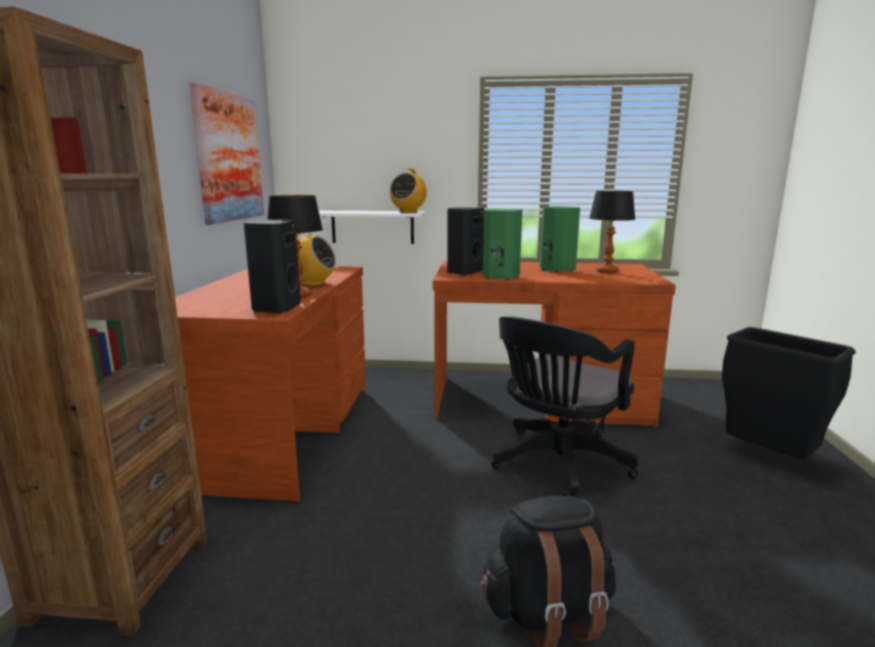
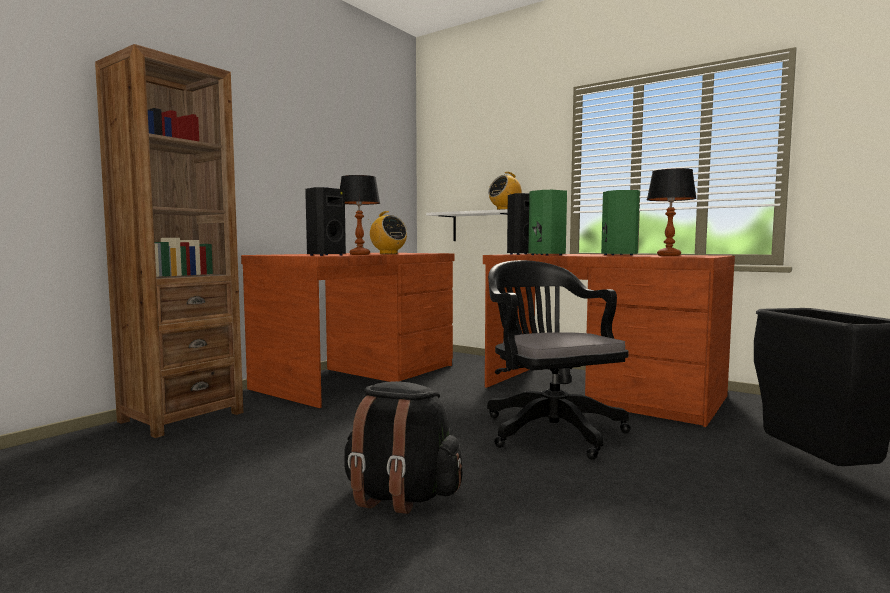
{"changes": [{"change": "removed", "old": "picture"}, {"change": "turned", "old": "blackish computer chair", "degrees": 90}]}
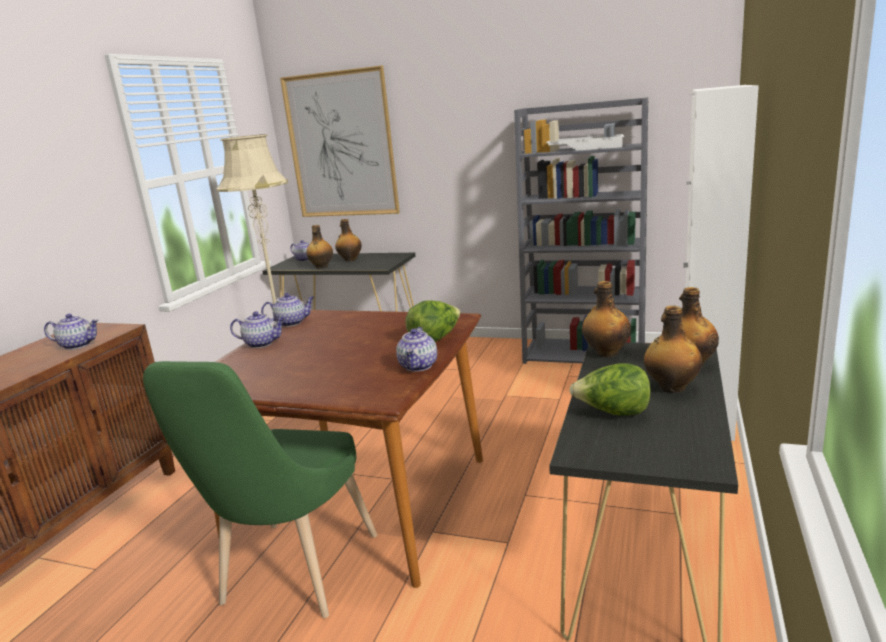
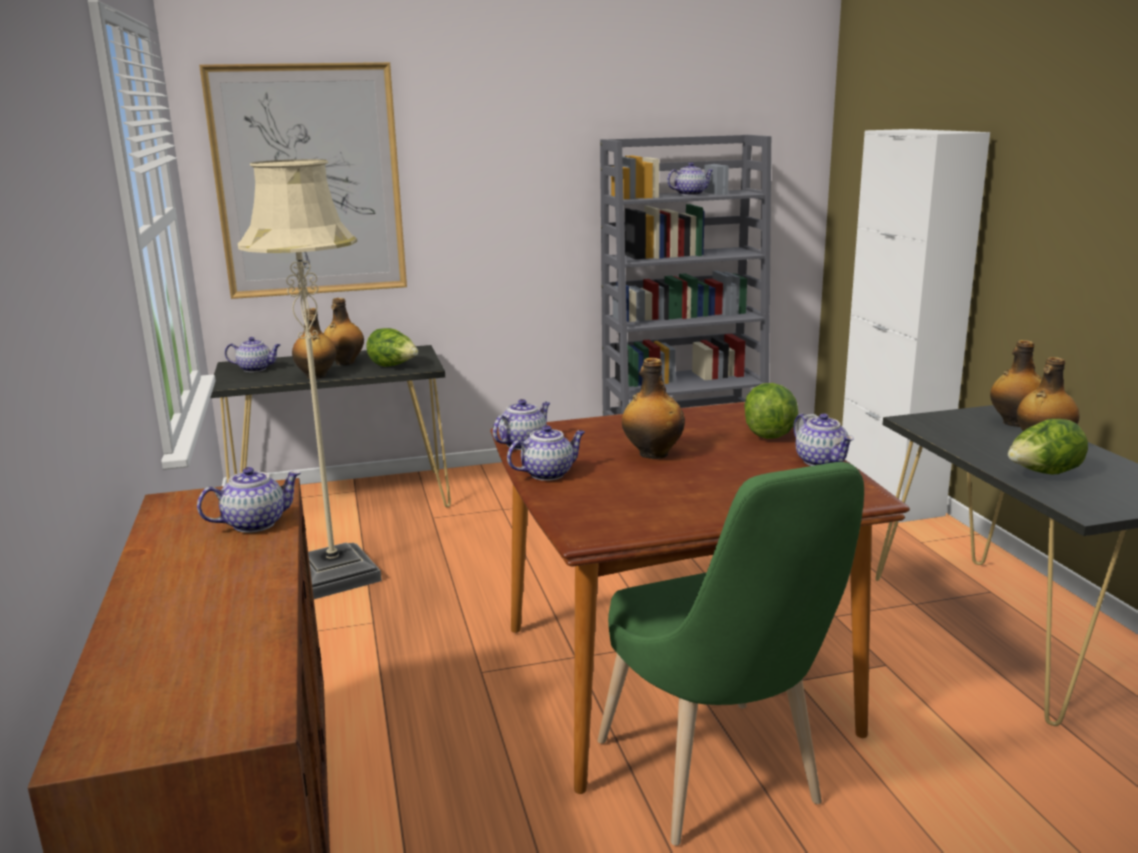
{"changes": [{"change": "replaced", "old": "white serving tray", "new": "teapot (5th from left)"}, {"change": "moved", "old": "bottle (3rd from left)"}, {"change": "added", "new": "lettuce head (1st from left)"}]}
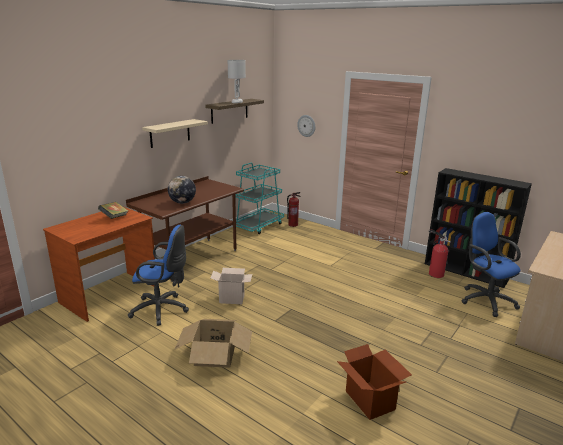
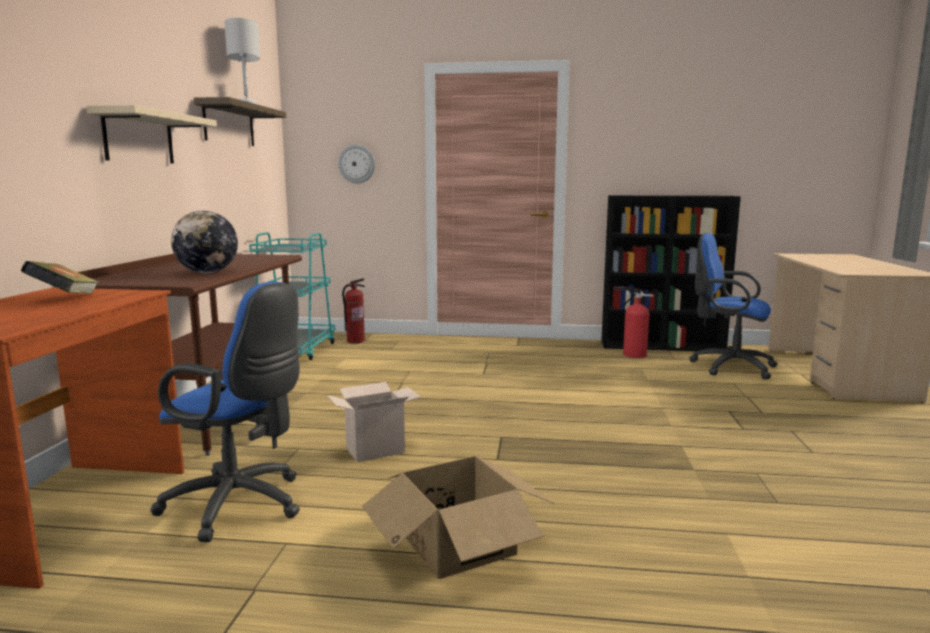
{"changes": [{"change": "turned", "old": "bluish computer chair (1st from left)", "degrees": 45}, {"change": "removed", "old": "cardboard box (3rd from left)"}]}
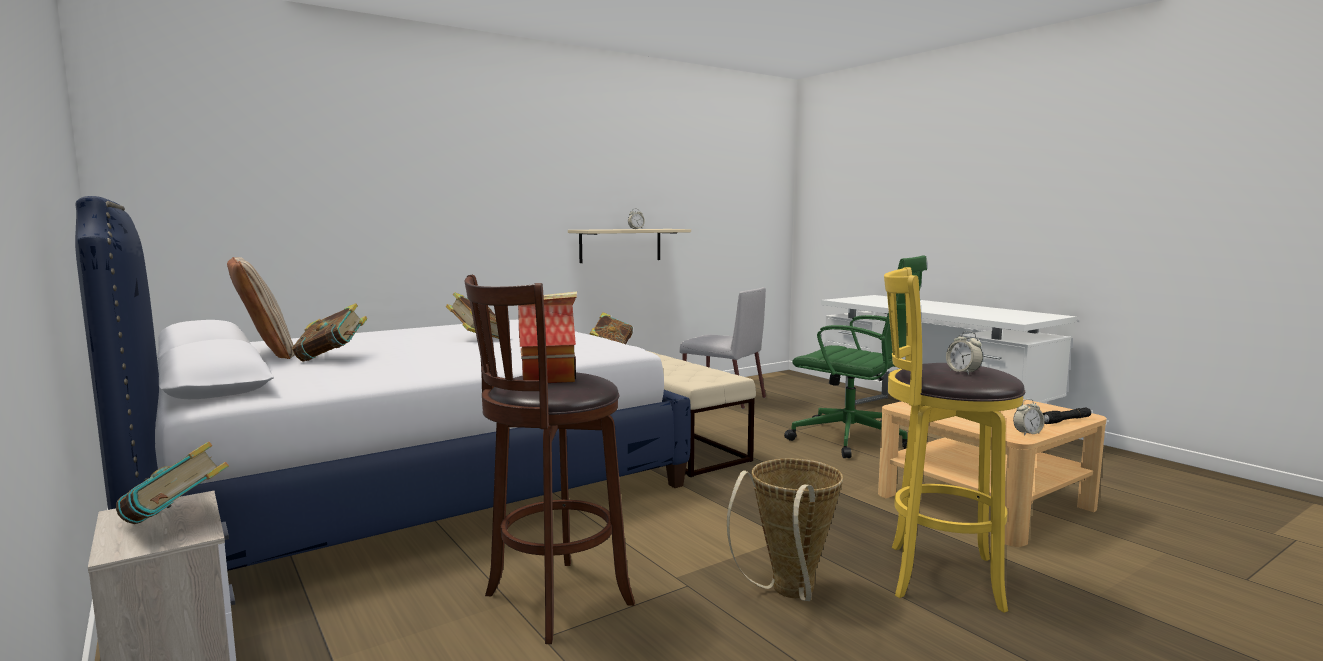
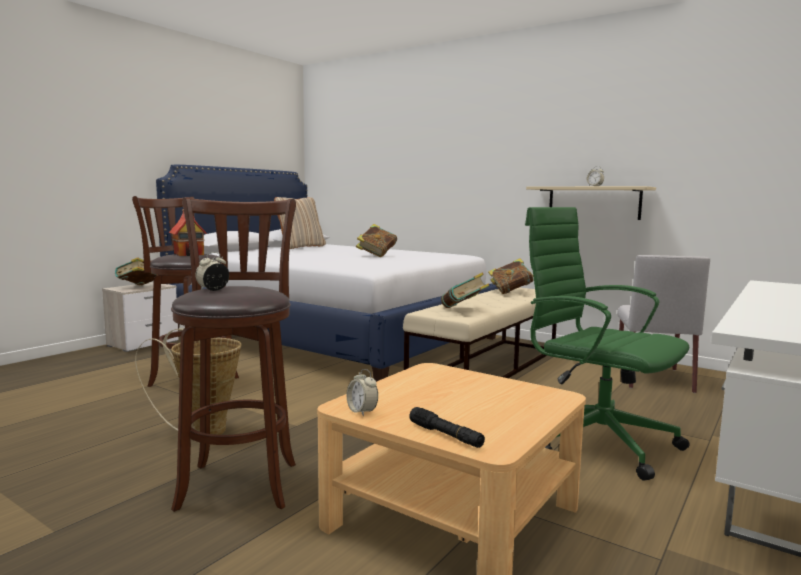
{"changes": [{"change": "moved", "old": "volume (2nd from left in the first image)", "new": "volume (3rd from left)"}, {"change": "turned", "old": "green computer chair", "degrees": 120}, {"change": "recoloured", "old": "yellow-coloured stool", "new": "brown stool (2nd from left)"}]}
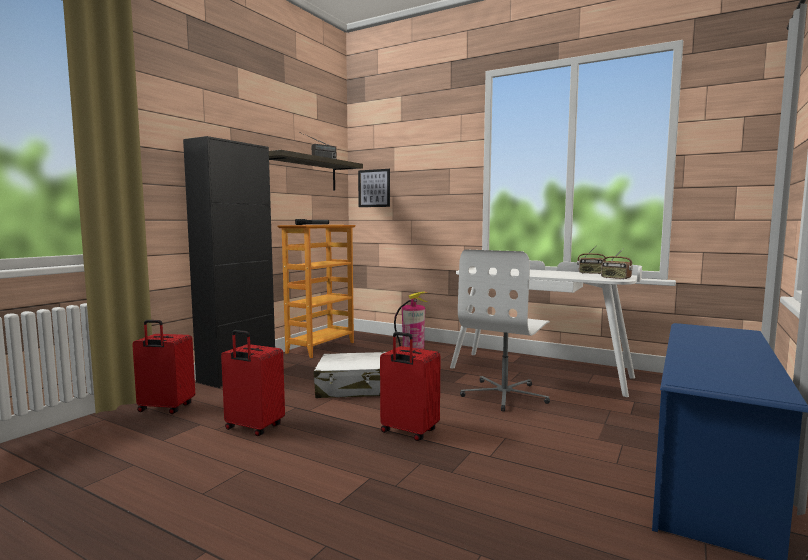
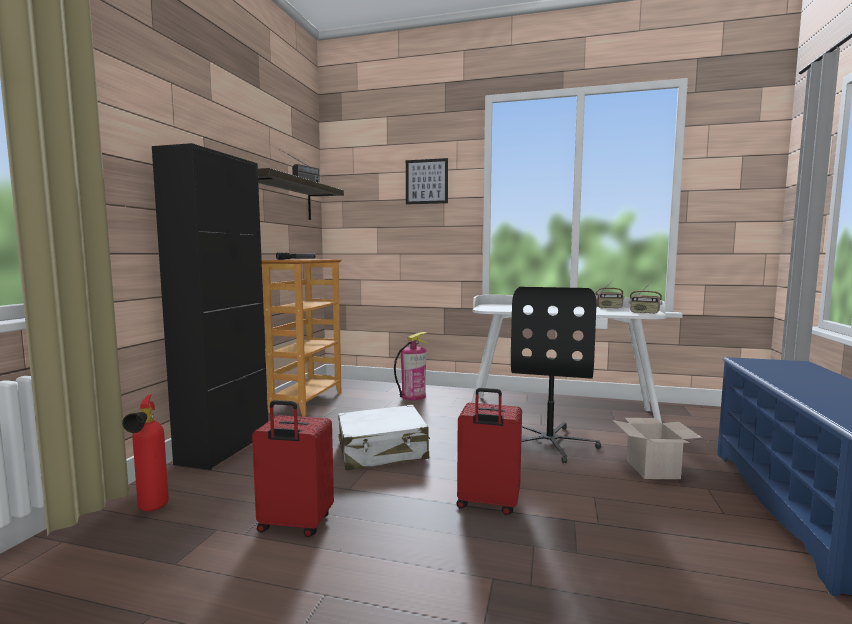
{"changes": [{"change": "replaced", "old": "red travel case (1st from left)", "new": "fire-fighting cylinder (1st from left)"}, {"change": "moved", "old": "picture"}, {"change": "recoloured", "old": "white computer chair", "new": "blackish computer chair"}, {"change": "added", "new": "cardboard box"}]}
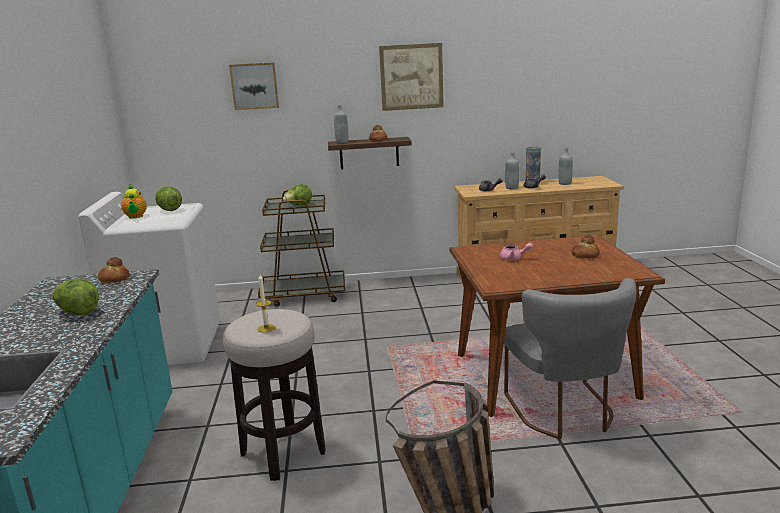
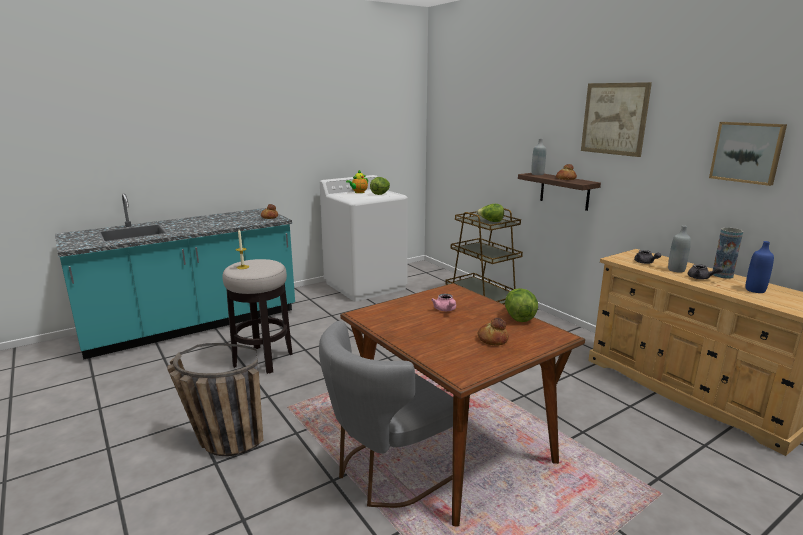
{"changes": [{"change": "moved", "old": "lettuce head (1st from left in the first image)", "new": "lettuce head (3rd from left)"}, {"change": "moved", "old": "picture (1st from left in the first image)", "new": "picture (2nd from left)"}, {"change": "recoloured", "old": "greyish bottle (3rd from left)", "new": "bluish bottle"}]}
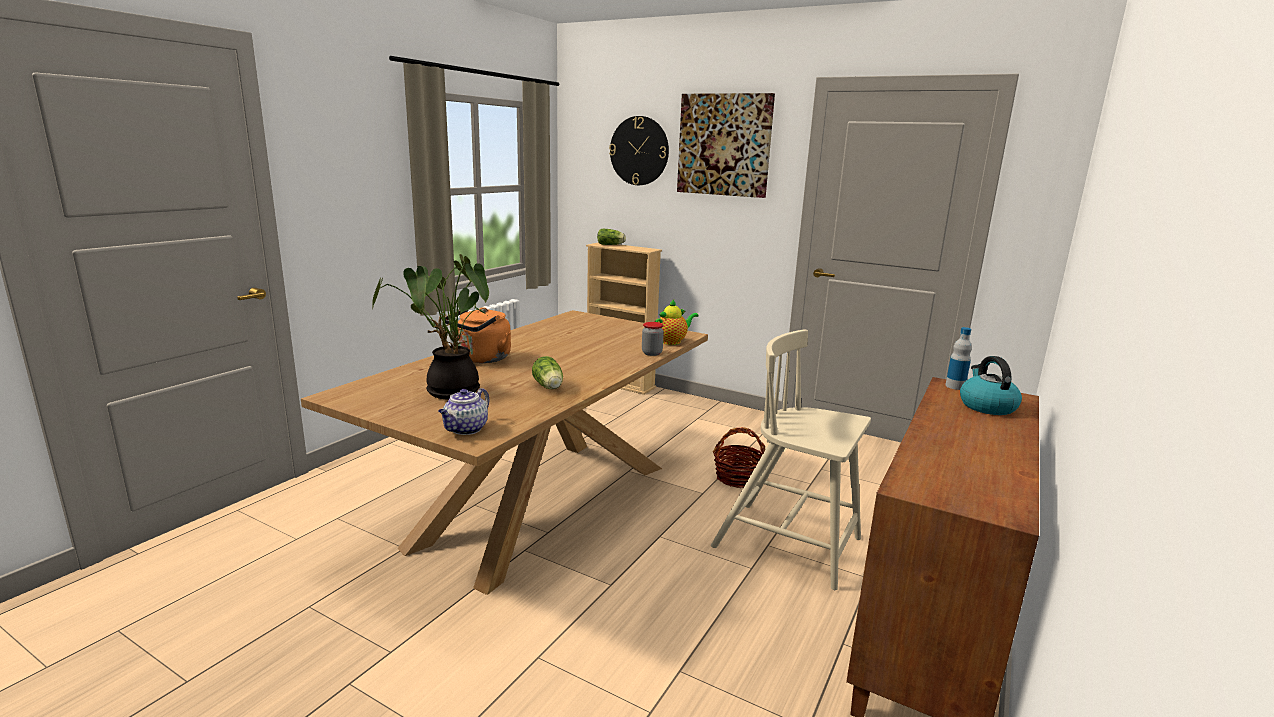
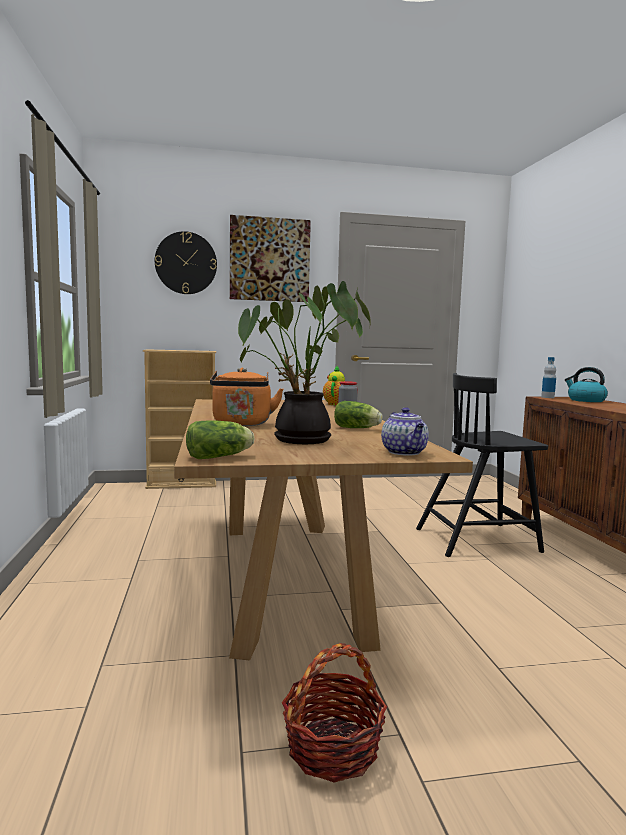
{"changes": [{"change": "moved", "old": "lettuce head (2nd from left in the first image)", "new": "lettuce head (1st from left)"}, {"change": "recoloured", "old": "sand-coloured plain chair", "new": "blackish plain chair"}, {"change": "moved", "old": "basket"}]}
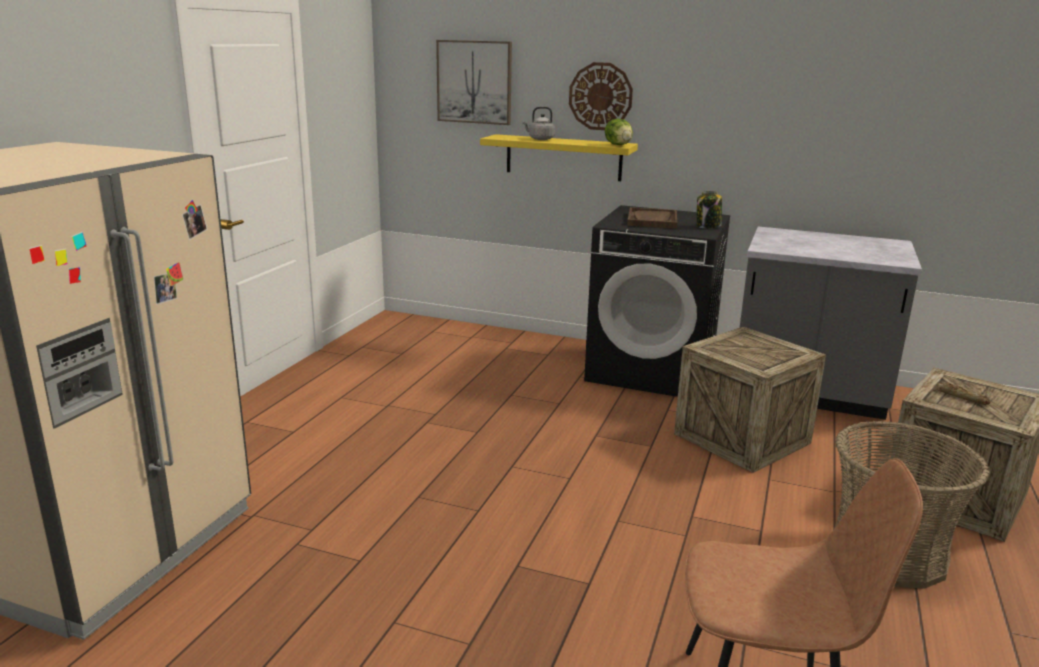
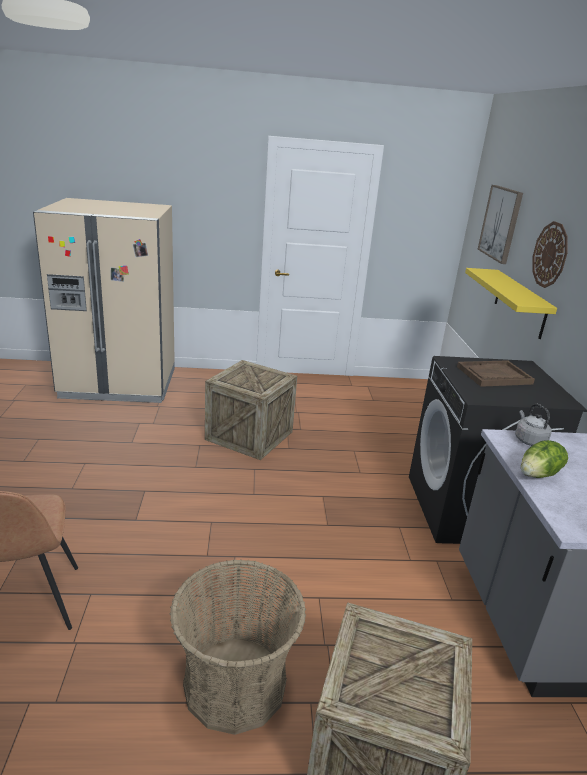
{"changes": [{"change": "moved", "old": "greyish kettle"}, {"change": "moved", "old": "lettuce head"}, {"change": "moved", "old": "shipping crate (1st from left)"}, {"change": "removed", "old": "storage jar"}, {"change": "removed", "old": "bread"}]}
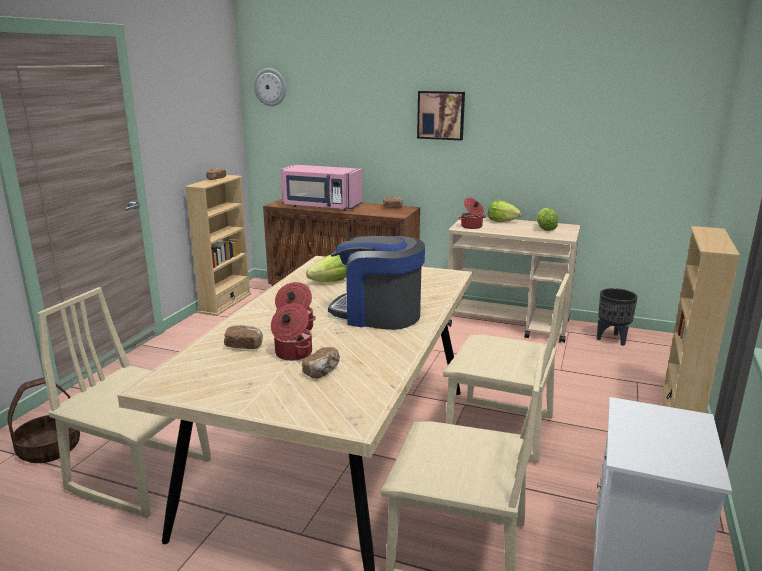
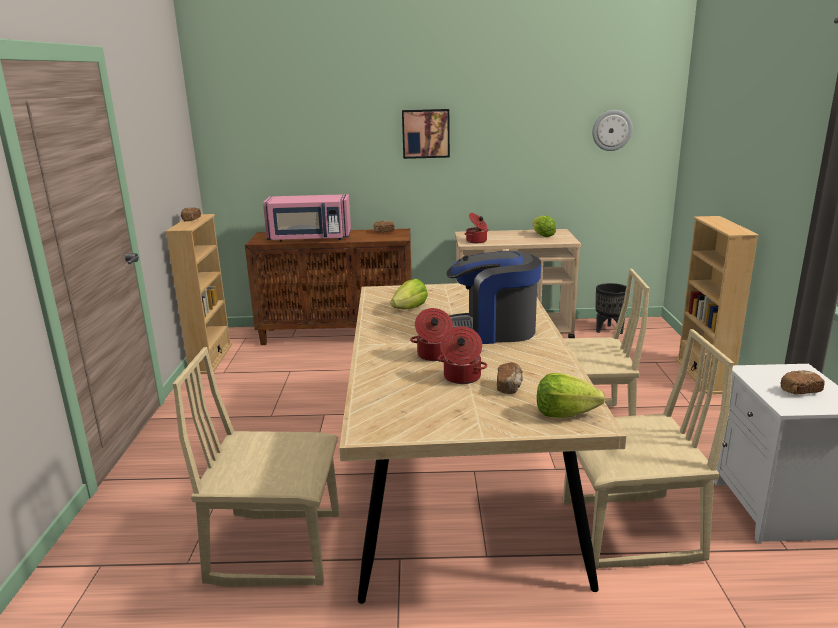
{"changes": [{"change": "removed", "old": "basket"}, {"change": "moved", "old": "bread (2nd from left in the first image)", "new": "bread (4th from left)"}, {"change": "moved", "old": "wall clock"}, {"change": "moved", "old": "lettuce head (2nd from left in the first image)", "new": "lettuce head (3rd from left)"}]}
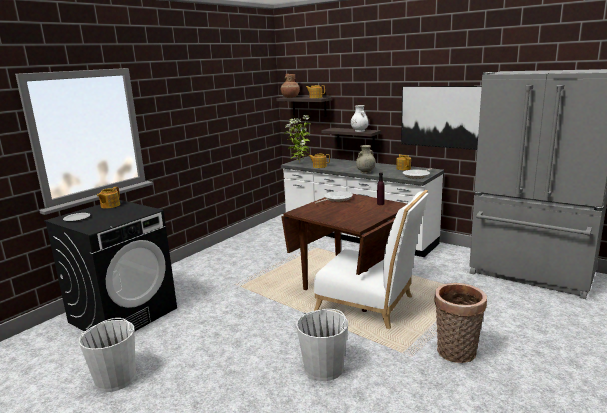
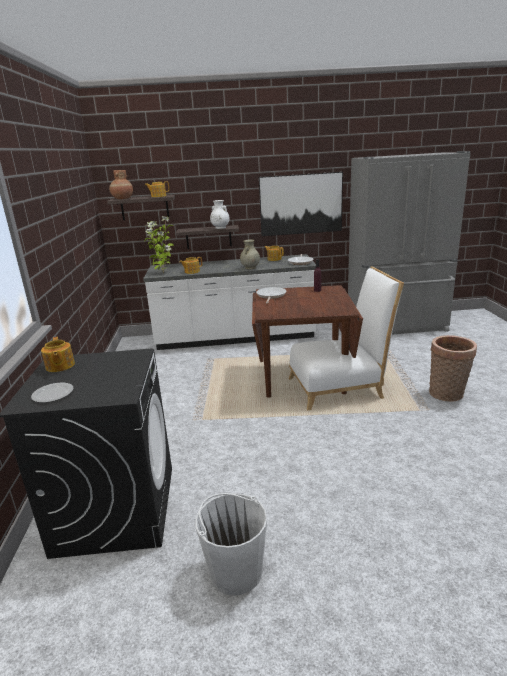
{"changes": [{"change": "removed", "old": "white water bucket (2nd from left)"}]}
